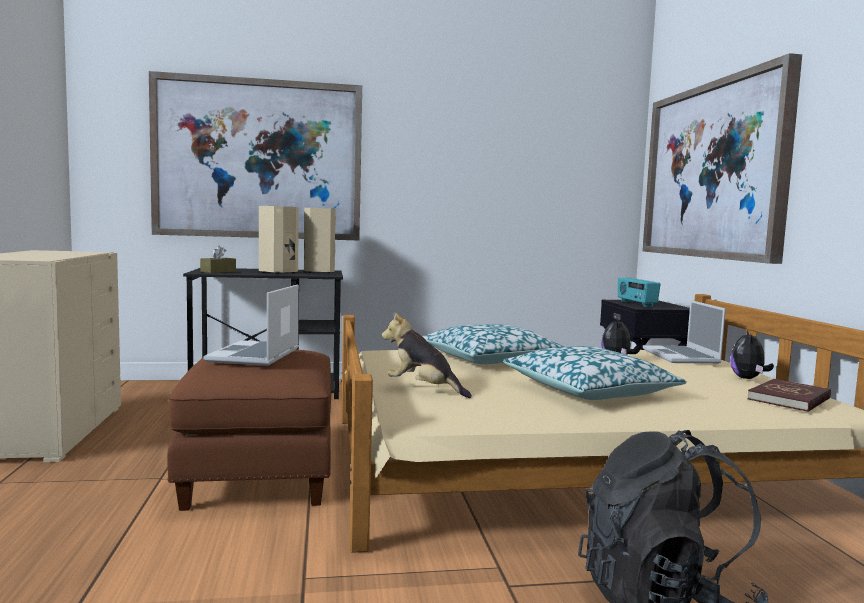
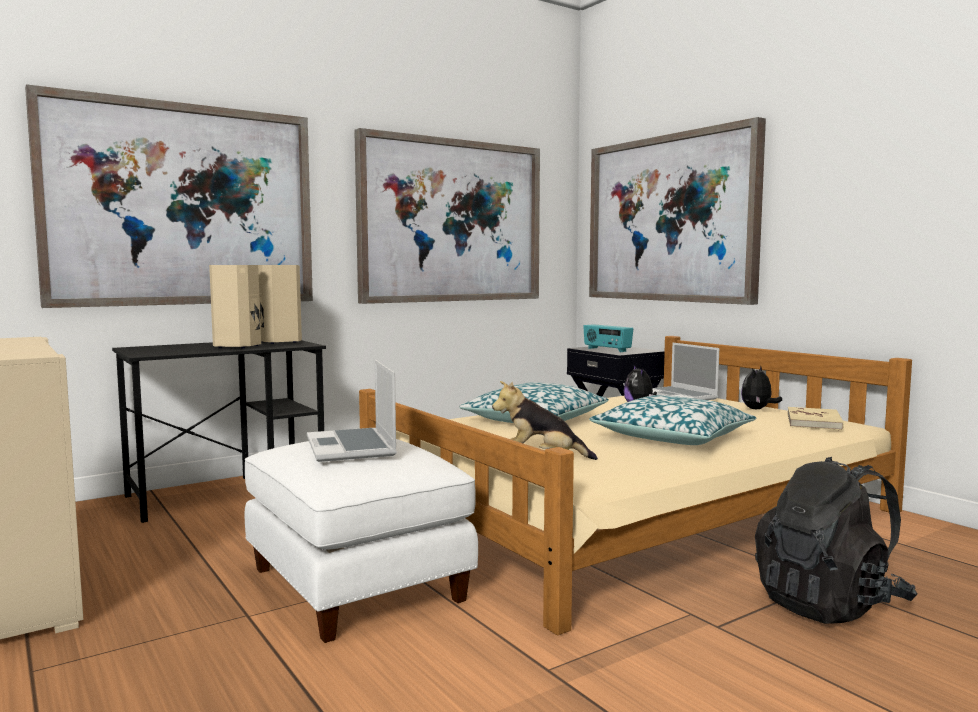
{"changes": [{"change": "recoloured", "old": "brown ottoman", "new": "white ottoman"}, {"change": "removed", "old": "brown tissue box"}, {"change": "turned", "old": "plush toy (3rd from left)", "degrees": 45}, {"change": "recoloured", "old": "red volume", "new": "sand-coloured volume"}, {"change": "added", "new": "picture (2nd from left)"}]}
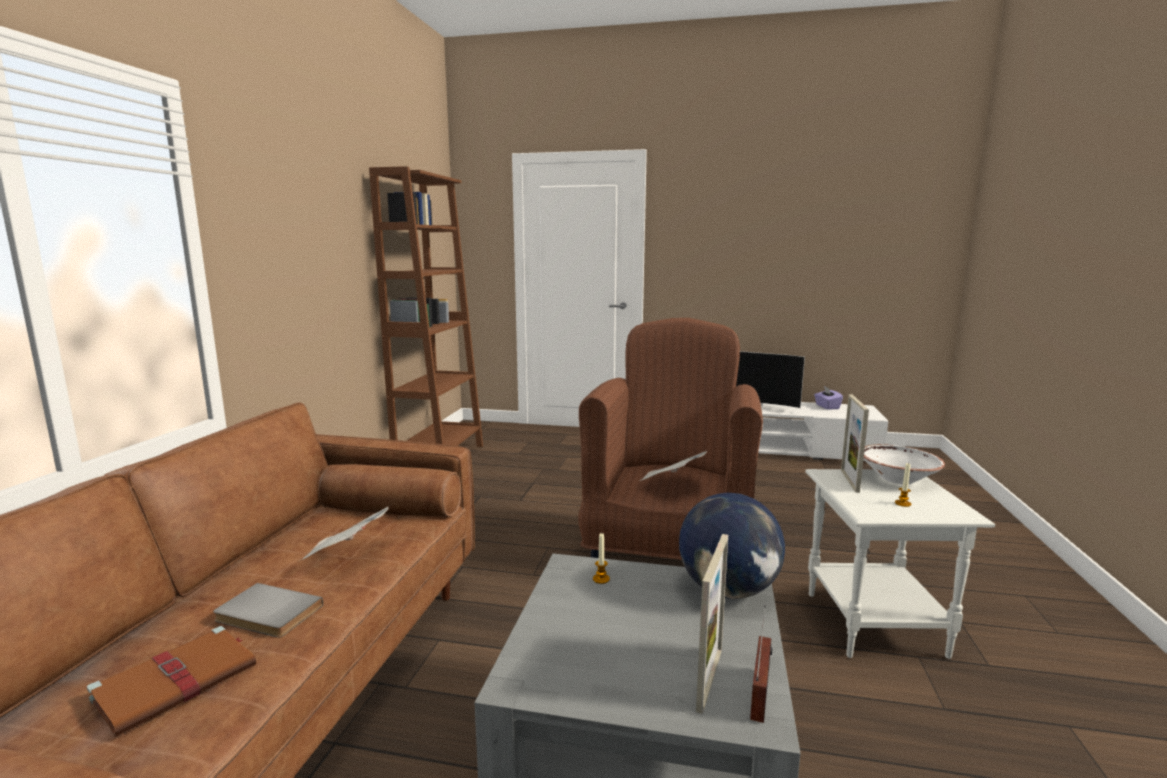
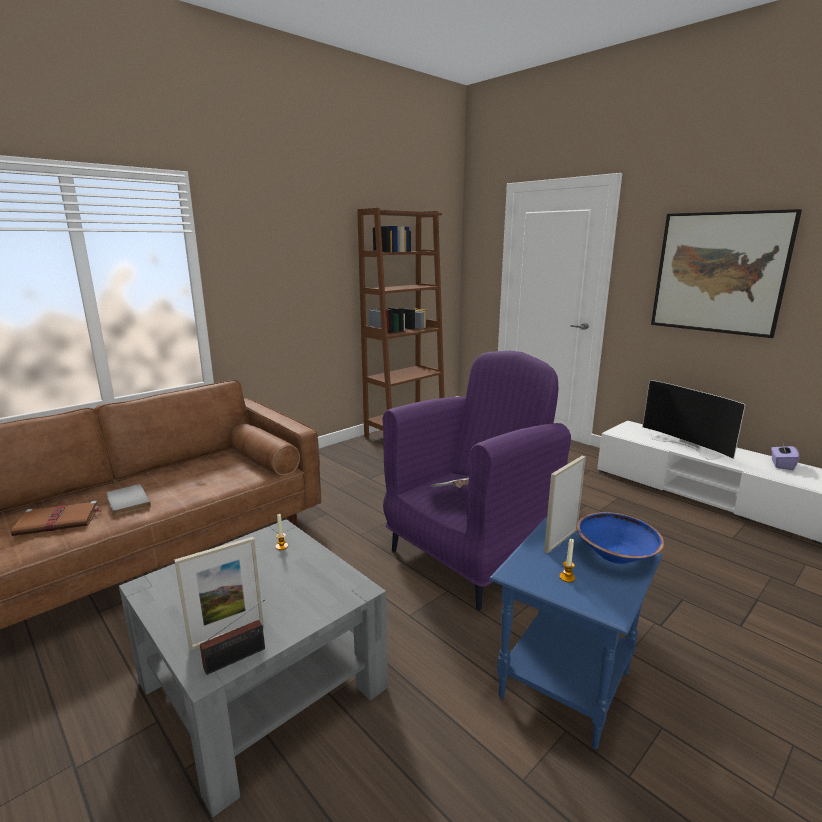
{"changes": [{"change": "removed", "old": "daily paper (1st from left)"}, {"change": "recoloured", "old": "brown armchair", "new": "purplish armchair"}, {"change": "removed", "old": "world globe"}, {"change": "recoloured", "old": "white side table", "new": "bluish side table"}, {"change": "recoloured", "old": "white serving bowl", "new": "bluish serving bowl"}, {"change": "added", "new": "picture"}]}
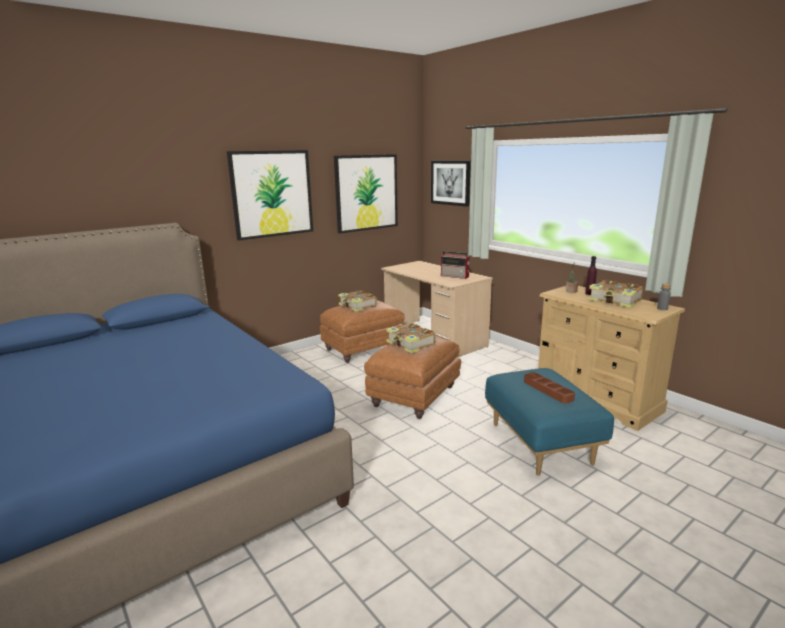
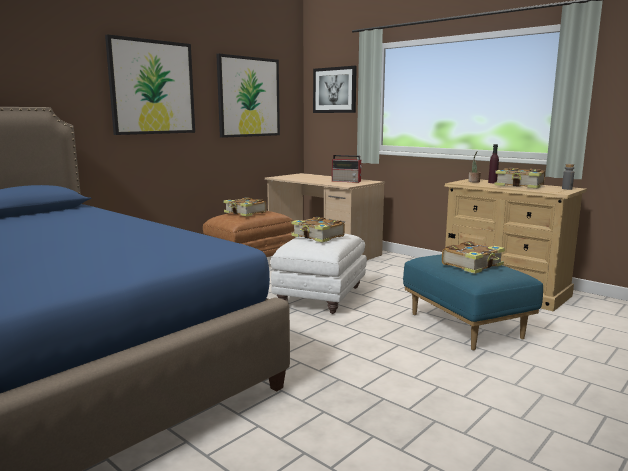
{"changes": [{"change": "recoloured", "old": "brown ottoman (2nd from left)", "new": "white ottoman"}, {"change": "replaced", "old": "brown serving tray", "new": "volume (3rd from left)"}]}
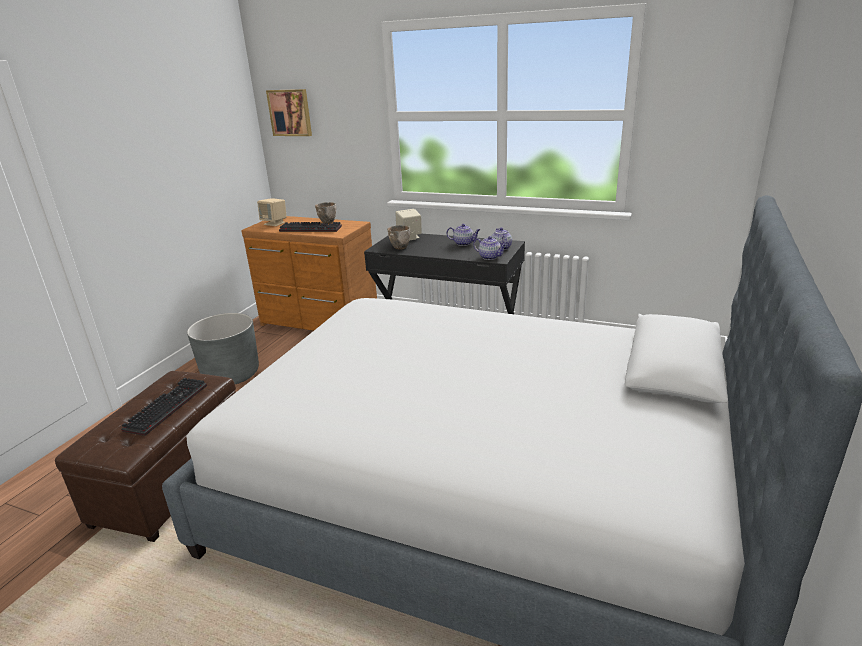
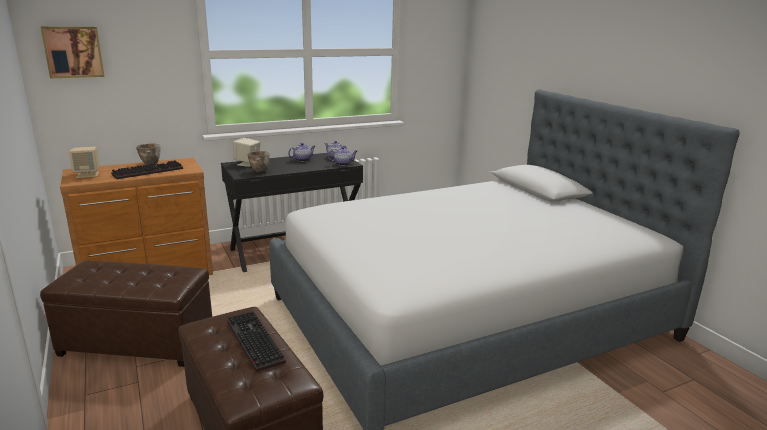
{"changes": [{"change": "replaced", "old": "greyish planter", "new": "brown ottoman (1st from left)"}]}
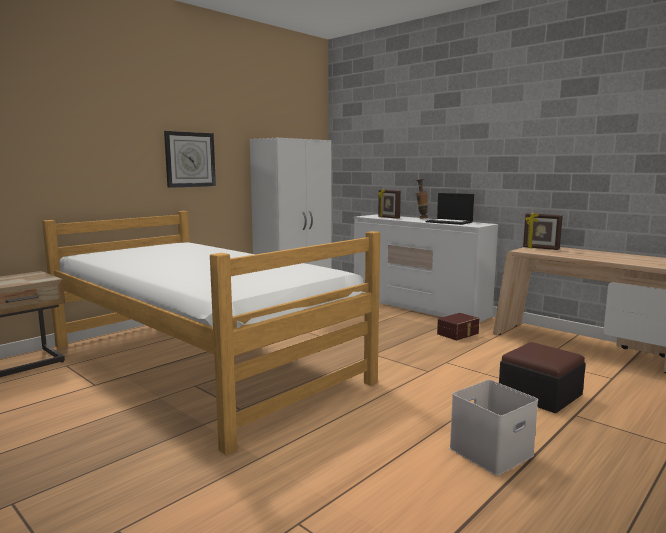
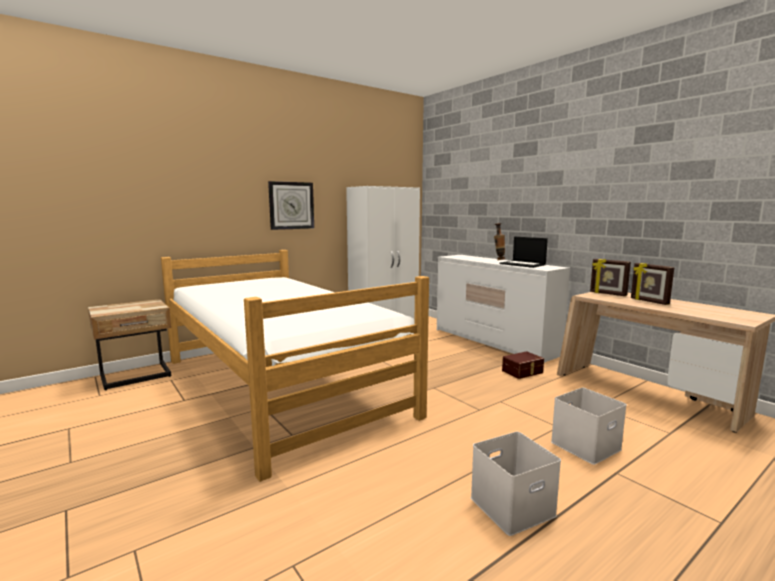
{"changes": [{"change": "moved", "old": "picture frame (1st from left in the first image)", "new": "picture frame (2nd from left)"}, {"change": "replaced", "old": "ottoman", "new": "white storage container (2nd from left)"}]}
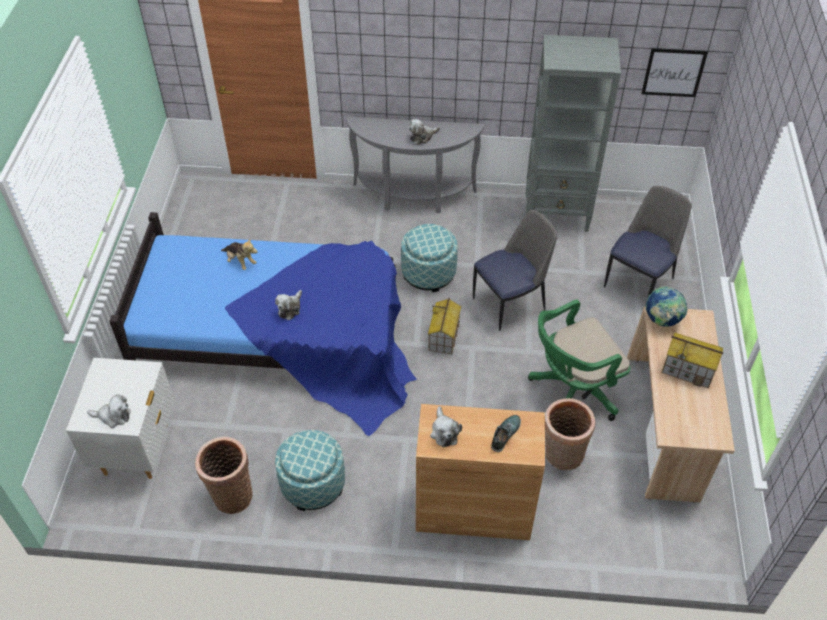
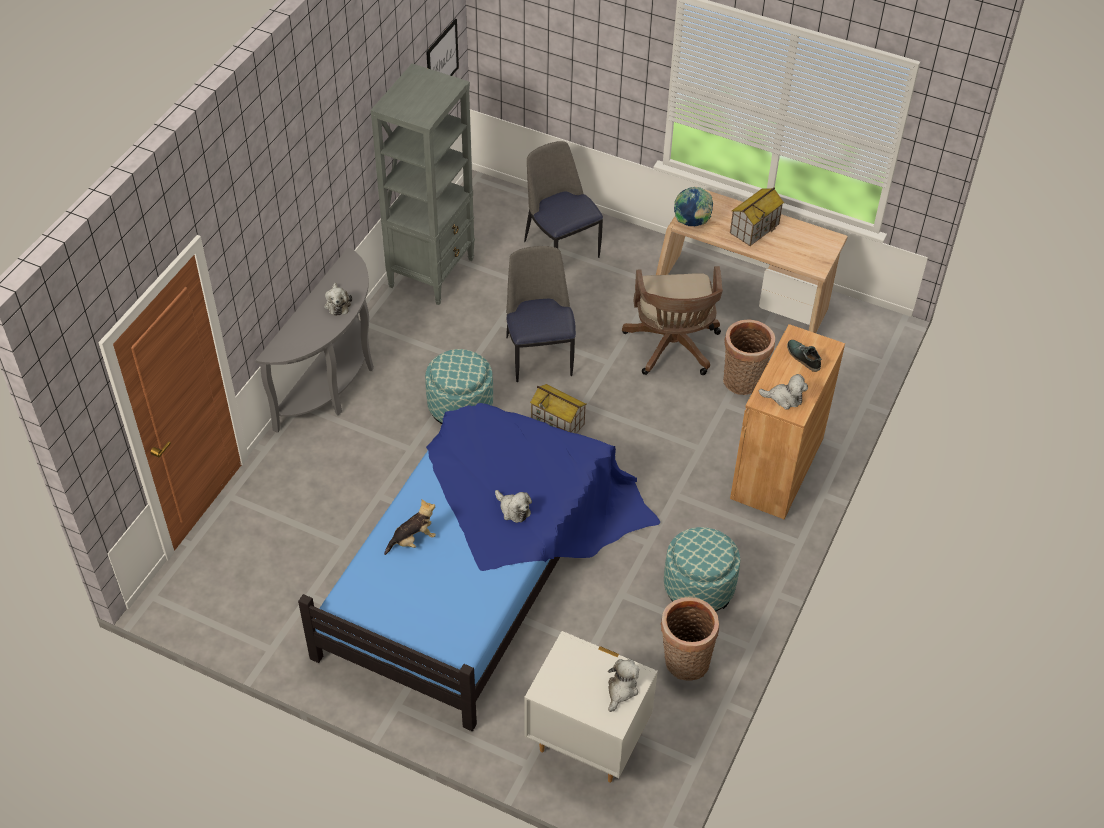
{"changes": [{"change": "recoloured", "old": "green computer chair", "new": "brown computer chair"}]}
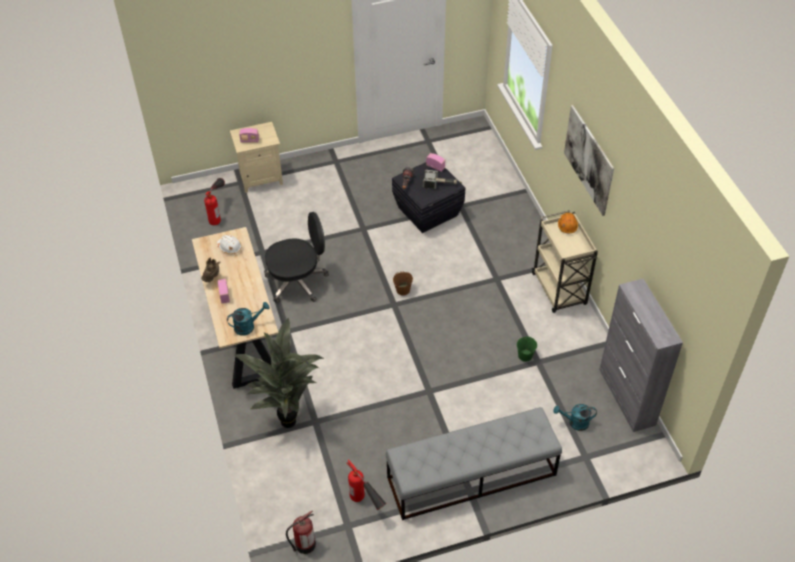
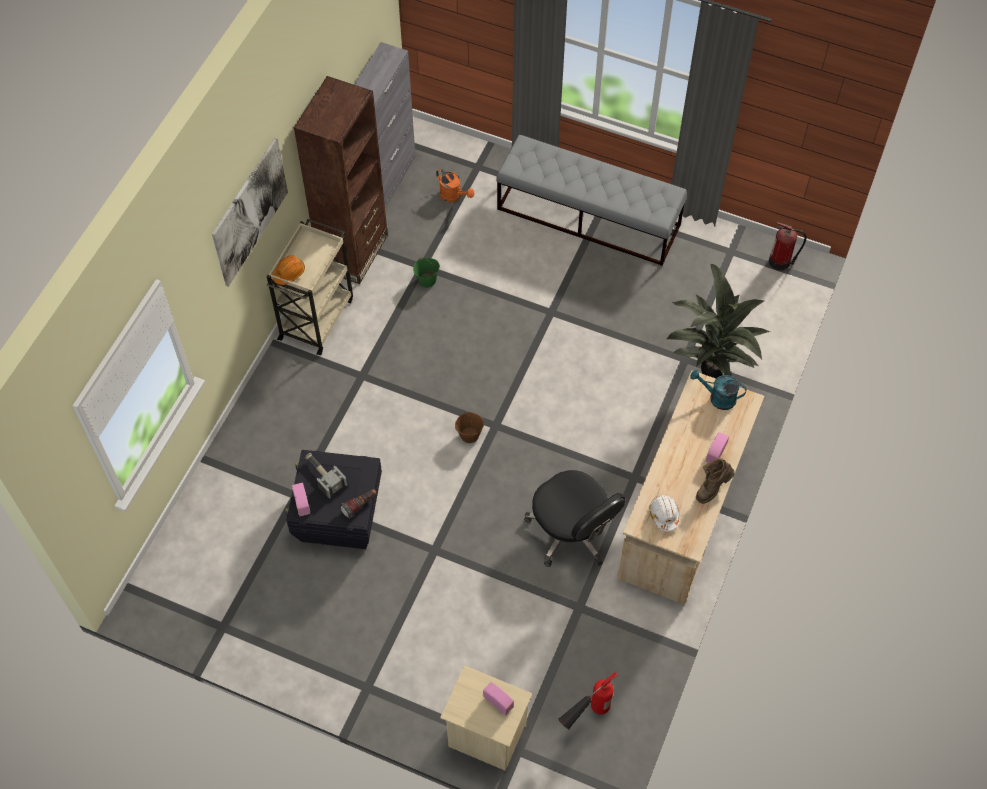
{"changes": [{"change": "turned", "old": "blackish computer chair", "degrees": -150}, {"change": "removed", "old": "fire-fighting cylinder (3rd from left)"}, {"change": "recoloured", "old": "blue-green sprinkling can (2nd from left)", "new": "orange-coloured sprinkling can"}, {"change": "added", "new": "brown bookshelf"}]}
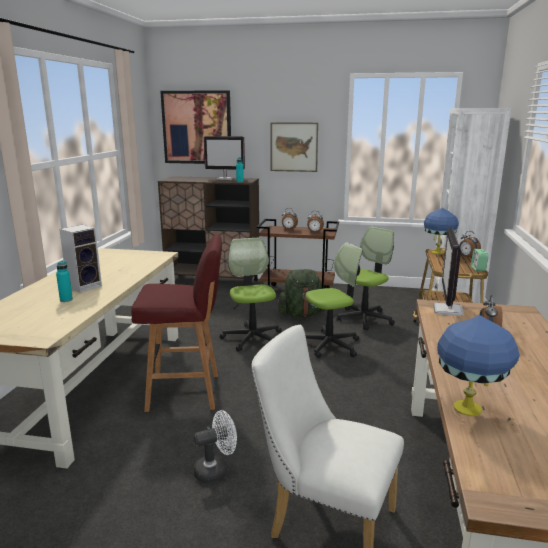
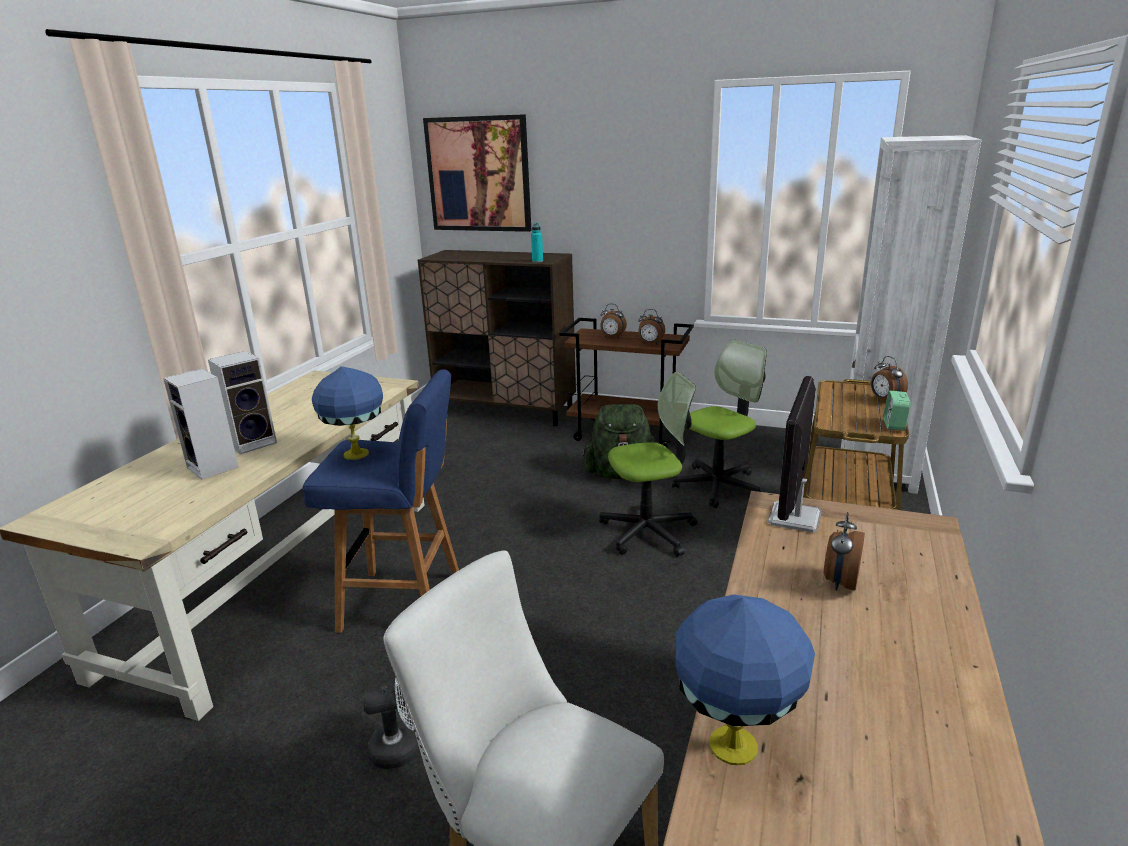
{"changes": [{"change": "replaced", "old": "blue-green bottle (1st from left)", "new": "loudspeaker (1st from left)"}, {"change": "recoloured", "old": "red stool", "new": "bluish stool"}, {"change": "removed", "old": "computer screen (1st from left)"}, {"change": "removed", "old": "computer chair (1st from left)"}, {"change": "removed", "old": "picture (2nd from left)"}, {"change": "moved", "old": "bluish table lamp (1st from left)"}]}
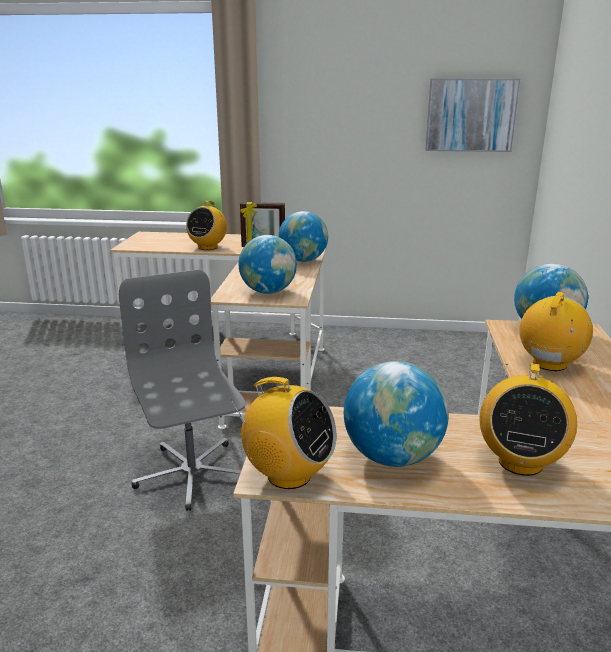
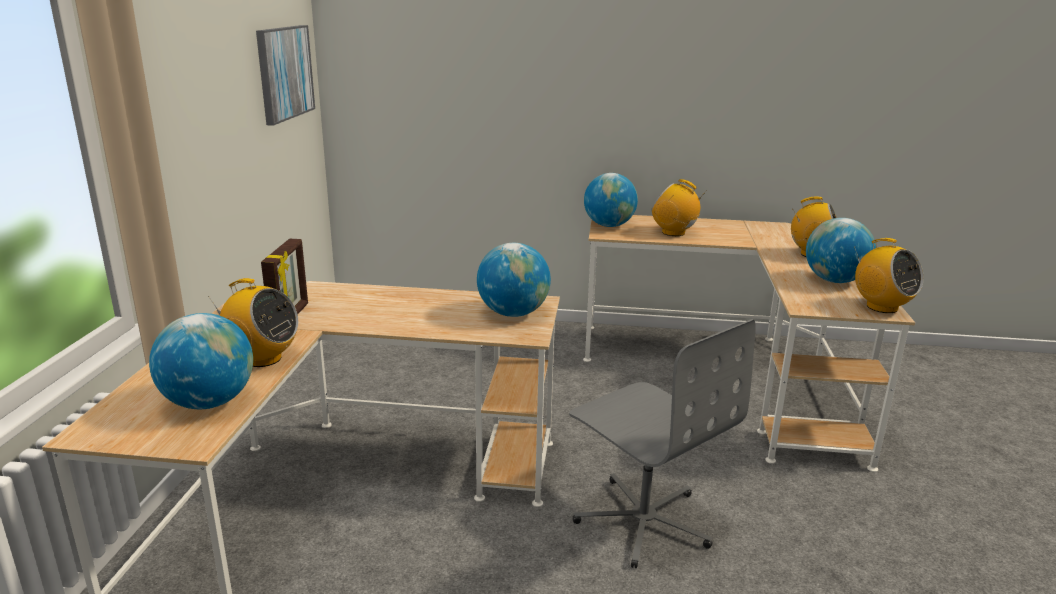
{"changes": [{"change": "turned", "old": "greyish computer chair", "degrees": -105}, {"change": "turned", "old": "radio receiver (2nd from left in the first image)", "degrees": 120}, {"change": "moved", "old": "world globe (2nd from left in the first image)", "new": "world globe (1st from left)"}]}
